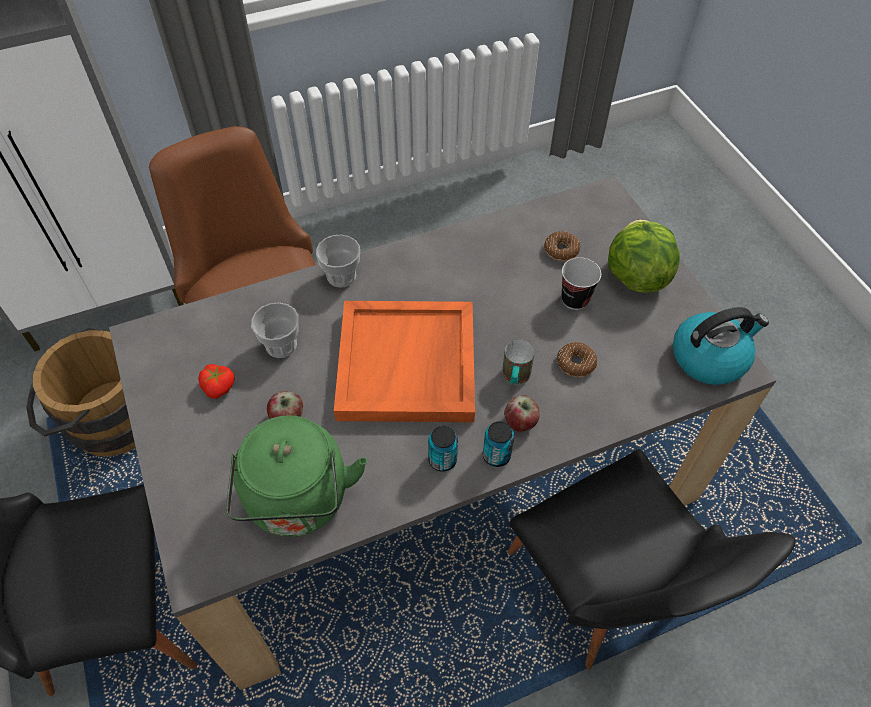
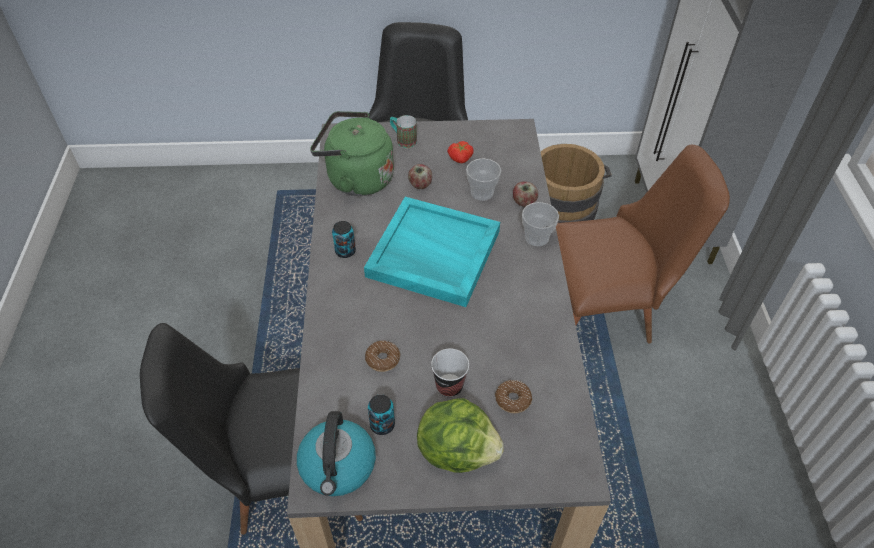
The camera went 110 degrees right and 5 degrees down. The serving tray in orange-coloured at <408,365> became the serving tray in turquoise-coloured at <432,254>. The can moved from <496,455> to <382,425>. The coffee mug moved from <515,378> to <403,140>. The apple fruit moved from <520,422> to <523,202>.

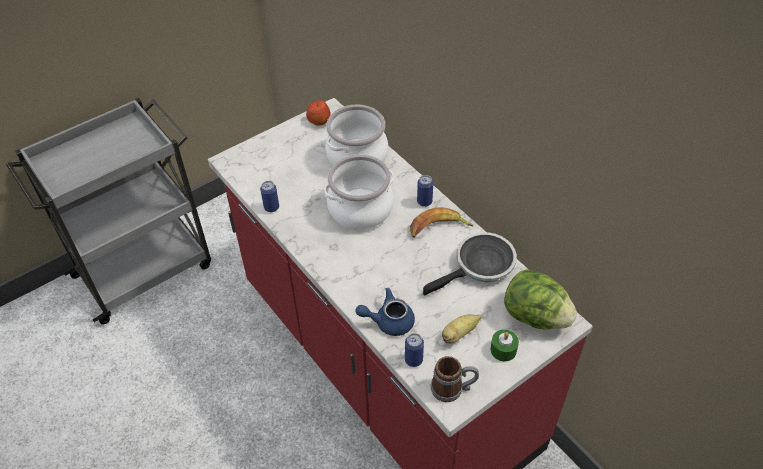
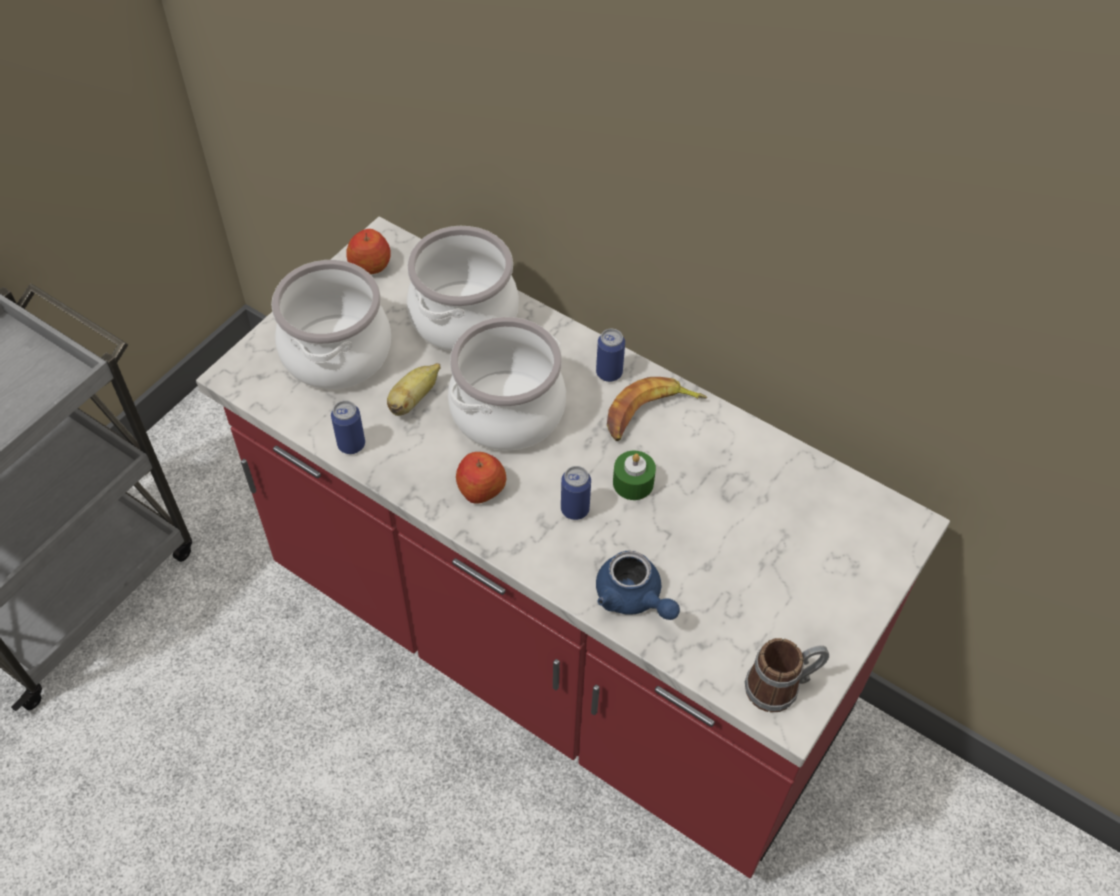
The camera went 20 degrees left and 5 degrees up. The teapot in blue at <388,321> turned 105 degrees counterclockwise. The can moved from <413,360> to <575,509>. The pan at <480,266> disappeared. The banana moved from <459,334> to <413,399>. The wax candle in green moved from <503,350> to <633,483>. The head of lettuce at <535,316> disappeared. The stockpot at <335,352> appeared. The apple fruit at <481,488> appeared.

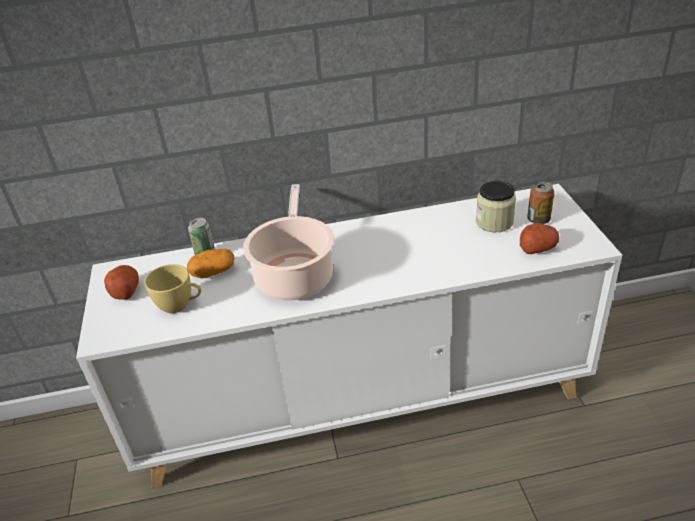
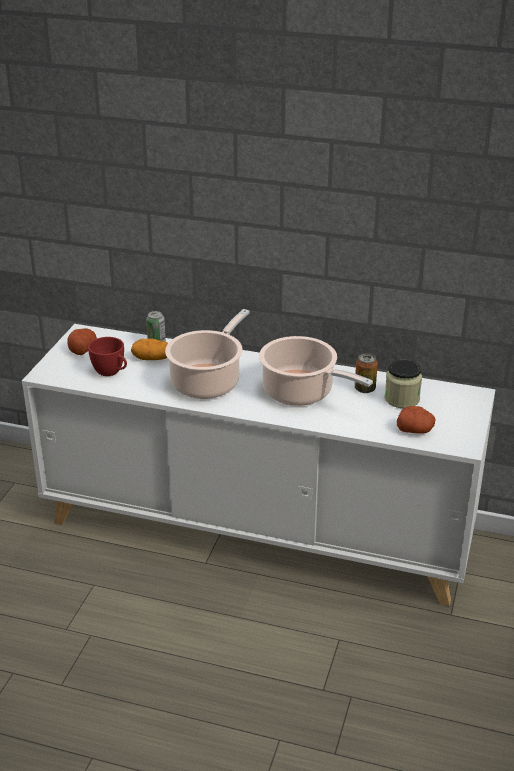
The camera went 25 degrees right and 5 degrees down. The cup in yellow at <180,305> became the cup in red at <111,372>. The can moved from <538,220> to <365,389>. The stockpot at <301,392> appeared.

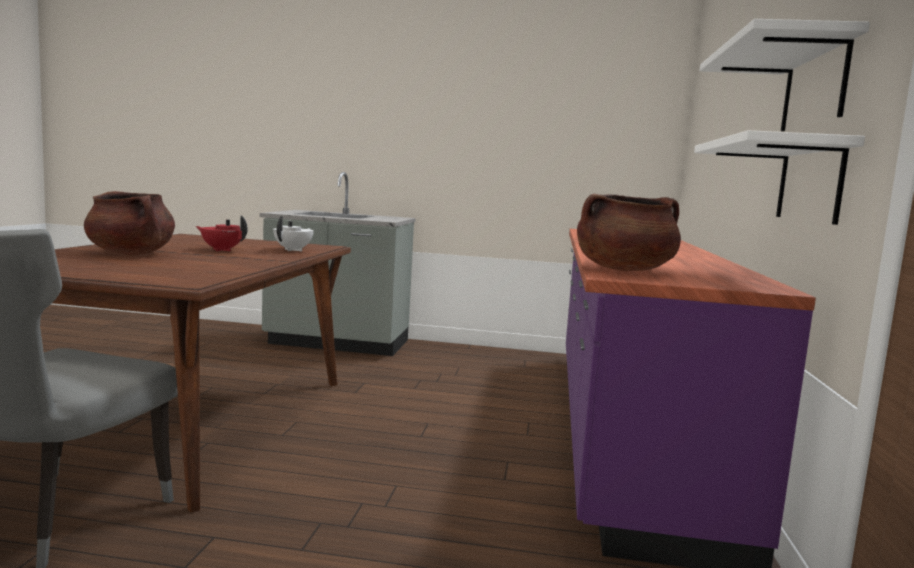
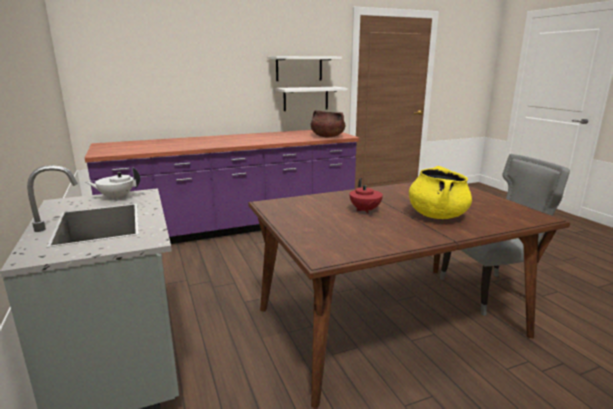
The camera went 120 degrees left and 10 degrees up. The stockpot in brown-coloured at <131,253> became the stockpot in yellow at <437,215>. The teapot in white moved from <293,250> to <116,197>.

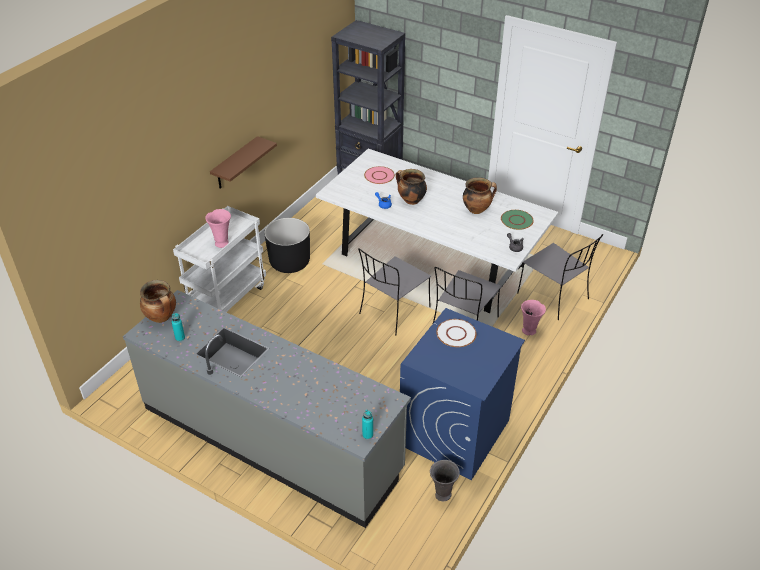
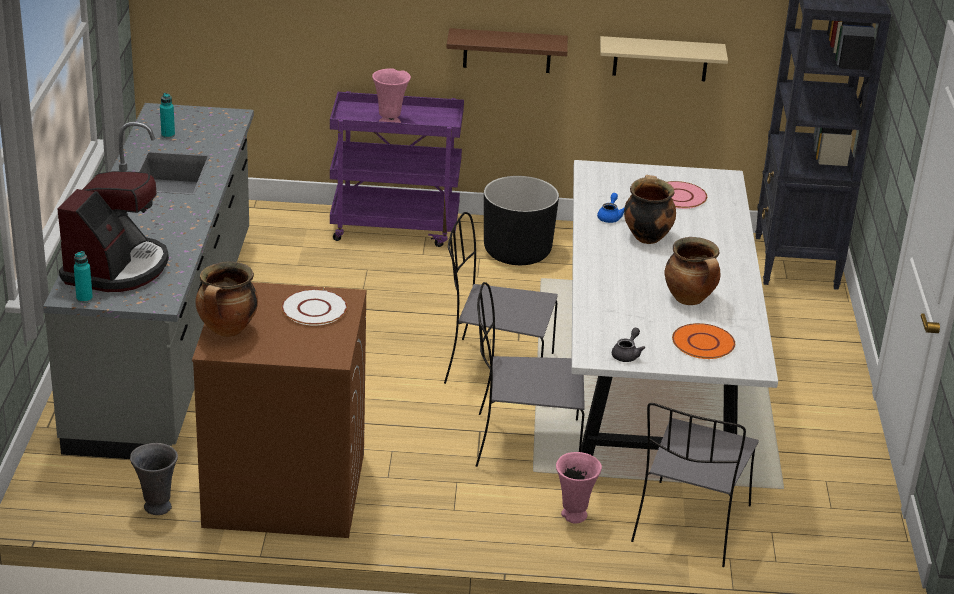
The camera went 60 degrees right and 10 degrees down. The stockpot moved from <162,317> to <227,330>. The cart in white at <227,298> became the cart in purplish at <396,227>. The laundry appliance in blue at <454,433> became the laundry appliance in brown-coloured at <283,489>. The flat dish in green at <516,220> became the flat dish in orange-coloured at <703,343>. The coffee machine at <116,268> appeared. The bracket shelf in beige at <660,59> appeared.

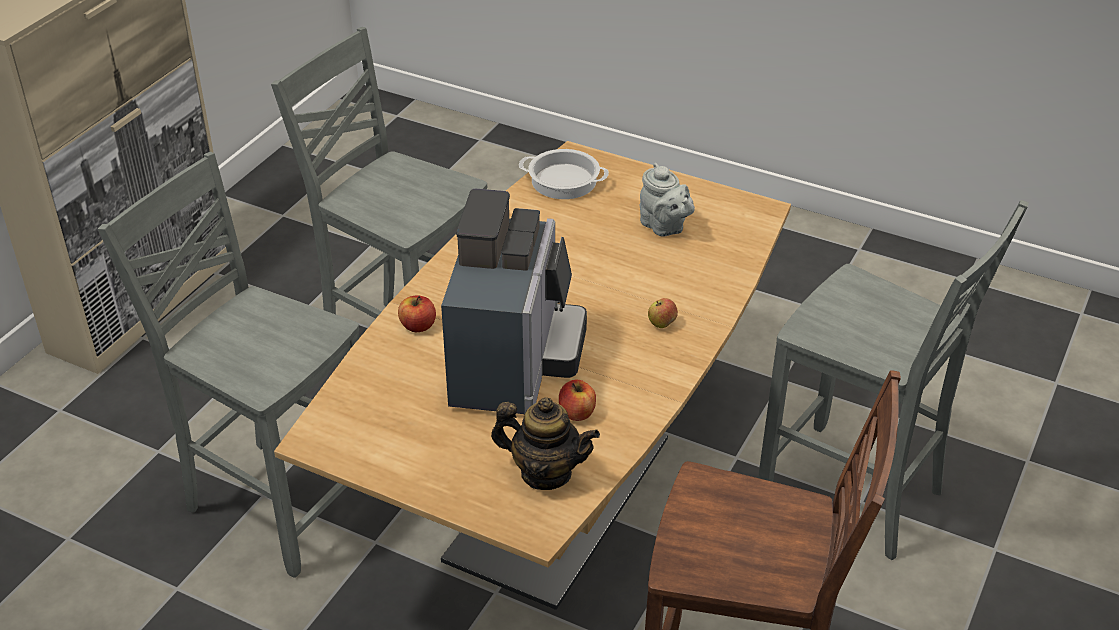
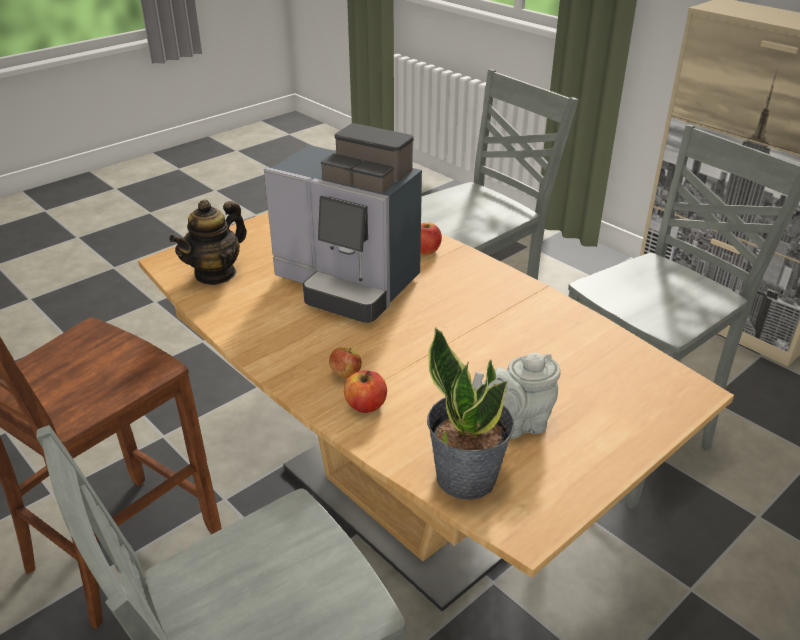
The camera went 110 degrees right and 5 degrees down. The stockpot at <564,180> disappeared. The apple fruit moved from <577,413> to <366,405>. The plant in a pot at <466,476> appeared.

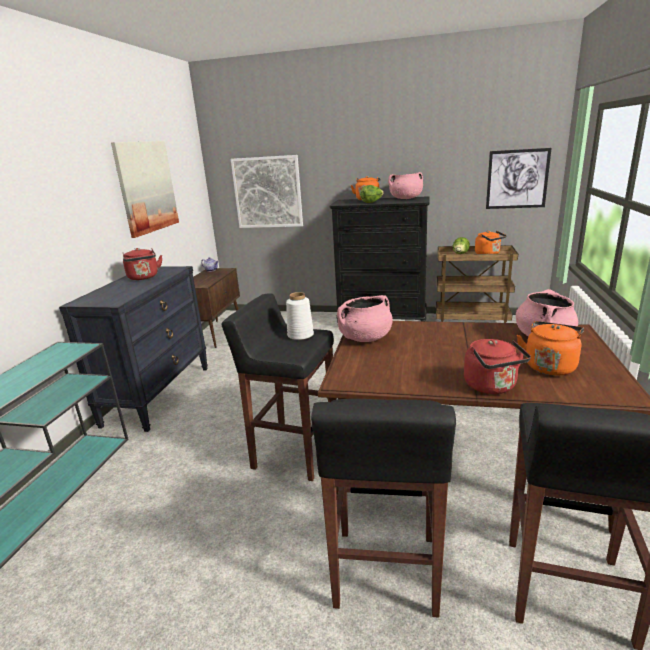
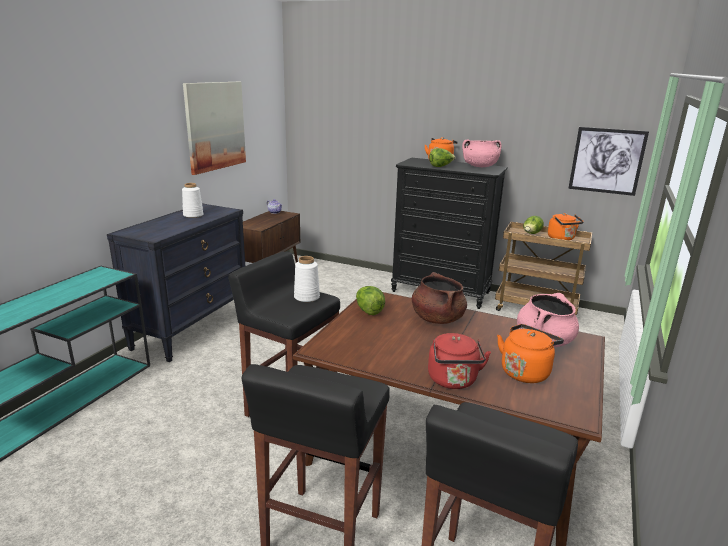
The camera went 10 degrees right and 0 degrees up. The water kettle in red at <144,277> was replaced by the vase in white at <193,215>. The picture at <267,192> disappeared. The stockpot in pink at <365,338> was replaced by the head of lettuce at <368,311>. The stockpot in brown-coloured at <437,318> appeared.

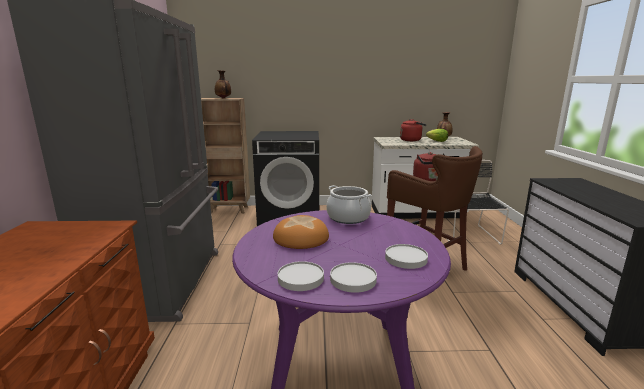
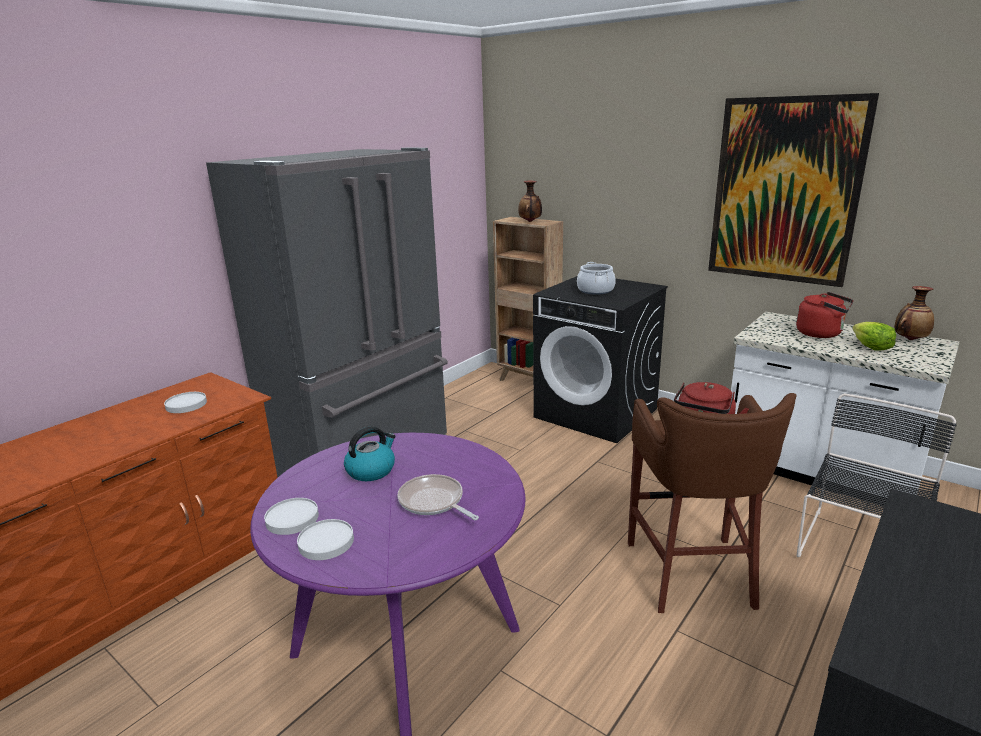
The camera went 40 degrees right and 5 degrees up. The baked bread at <300,238> was replaced by the water kettle at <371,470>. The stockpot moved from <348,217> to <595,290>. The flat dish in white moved from <406,258> to <186,405>. The pan at <433,502> appeared. The picture at <784,191> appeared.

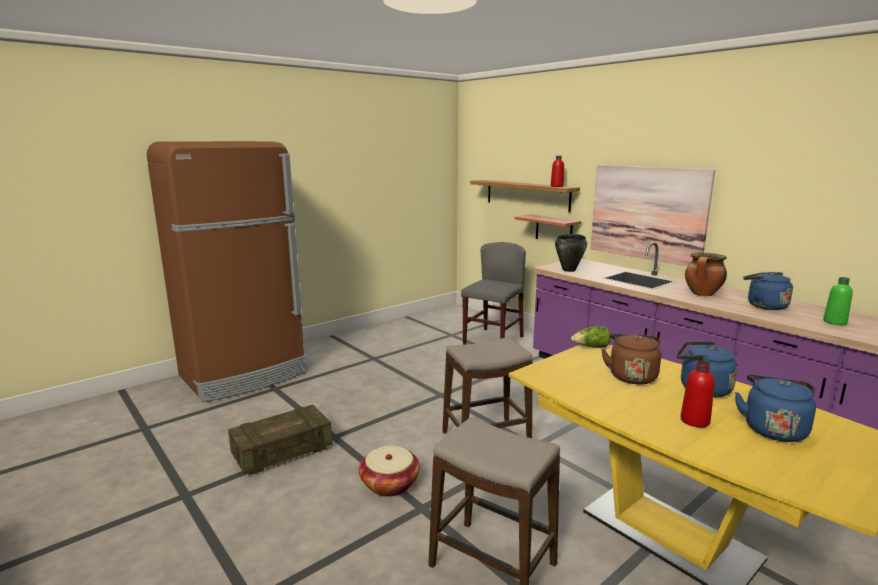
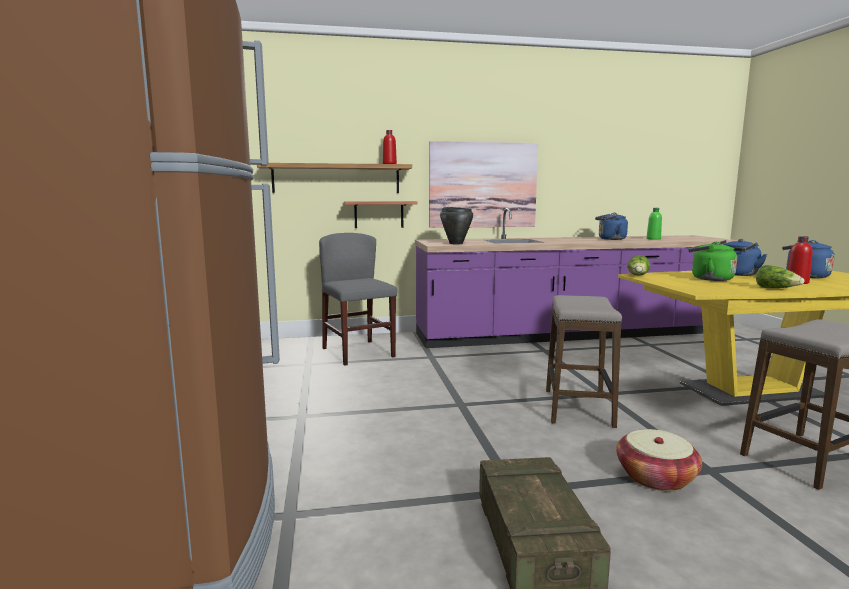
The camera went 60 degrees left and 5 degrees down. The water kettle in brown-coloured at <631,376> became the water kettle in green at <708,279>. The stockpot at <702,294> disappeared. The head of lettuce at <776,289> appeared.

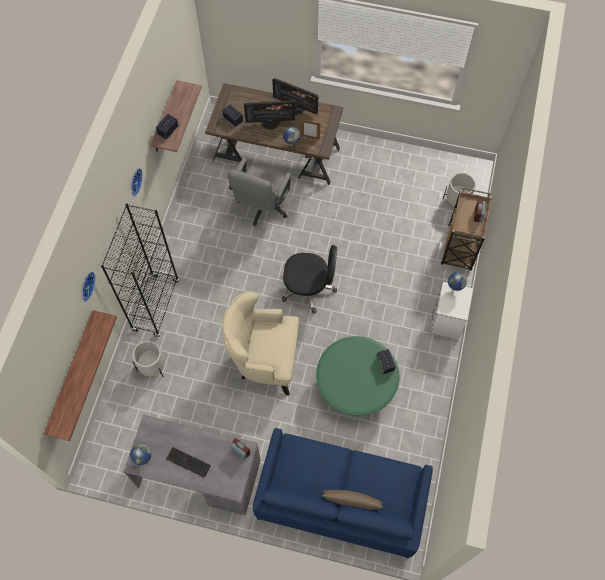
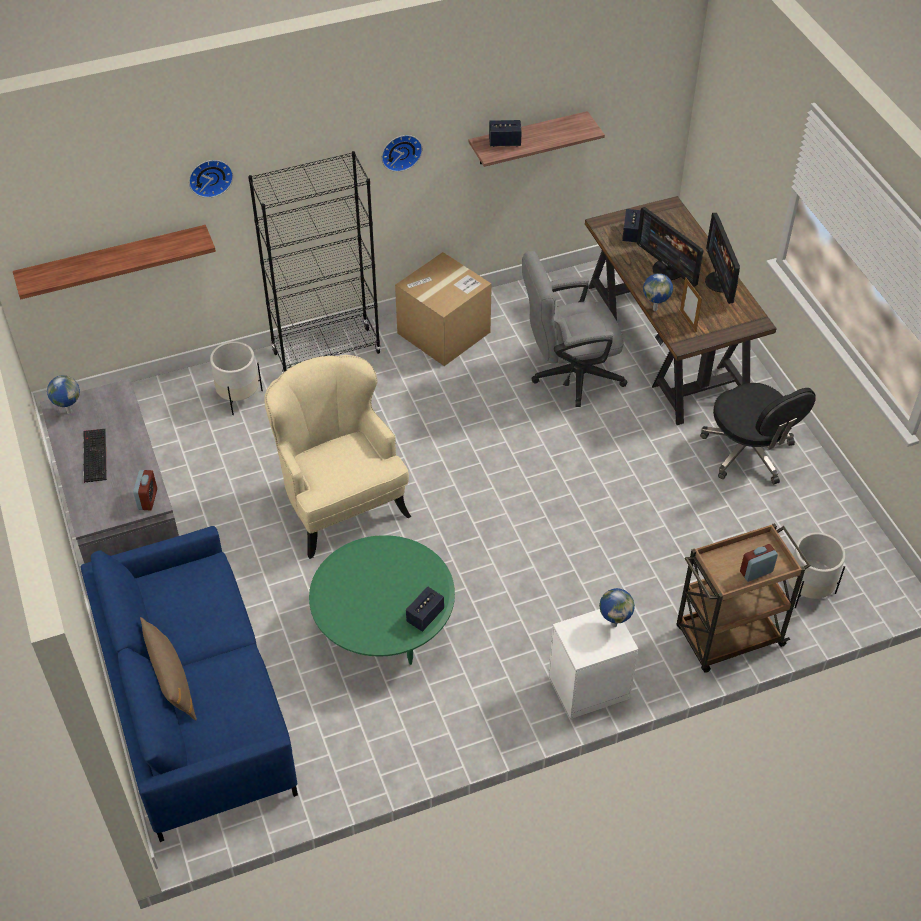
The camera went 55 degrees right and 15 degrees down. The desk chair in black moved from <309,288> to <749,452>. The cardboard box at <443,332> appeared.

